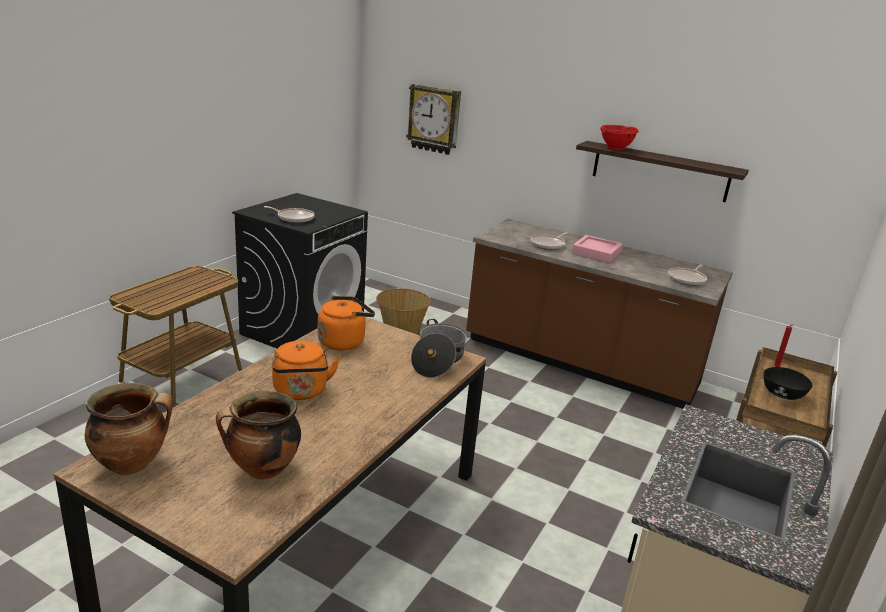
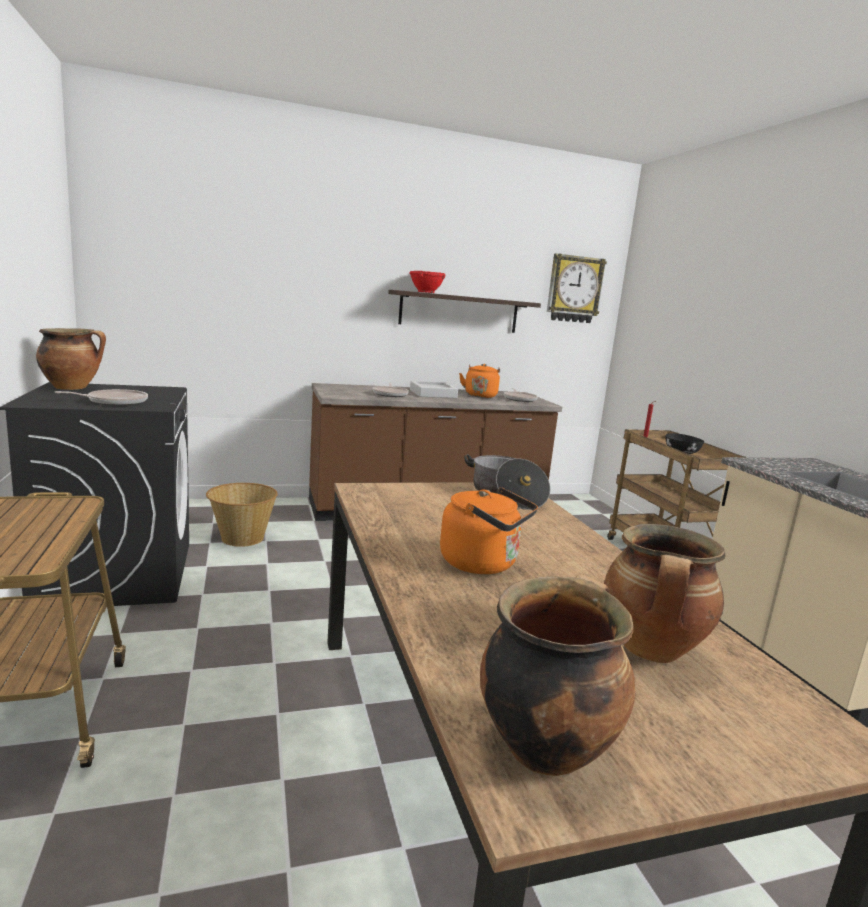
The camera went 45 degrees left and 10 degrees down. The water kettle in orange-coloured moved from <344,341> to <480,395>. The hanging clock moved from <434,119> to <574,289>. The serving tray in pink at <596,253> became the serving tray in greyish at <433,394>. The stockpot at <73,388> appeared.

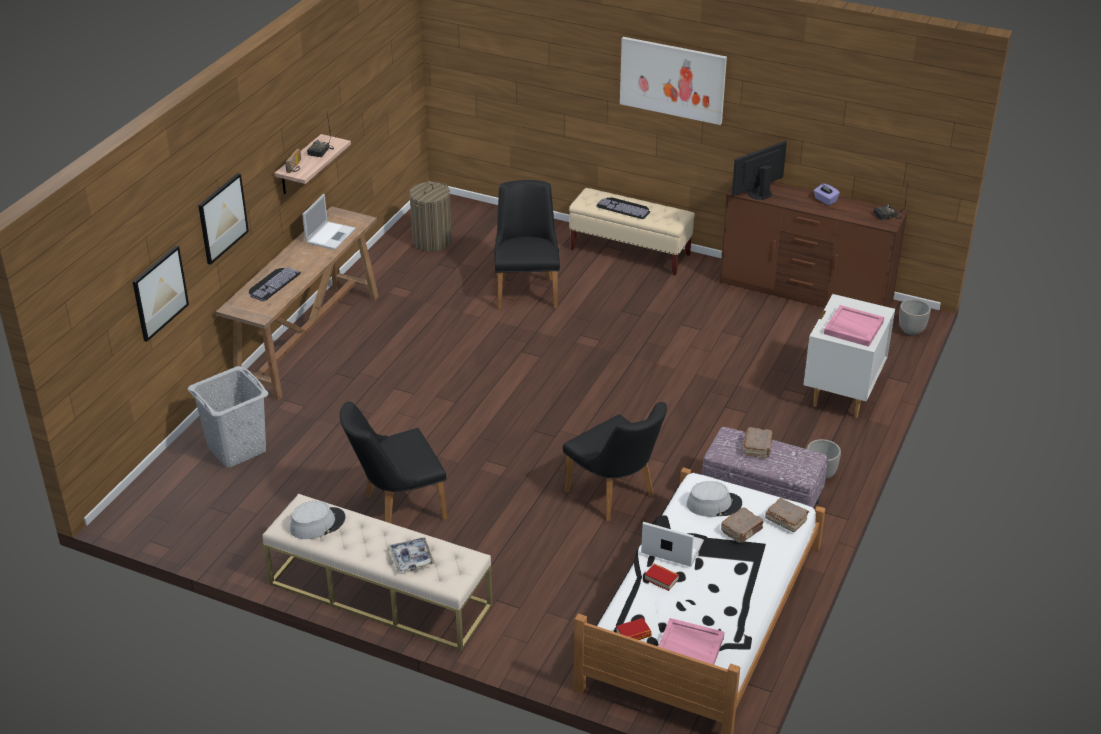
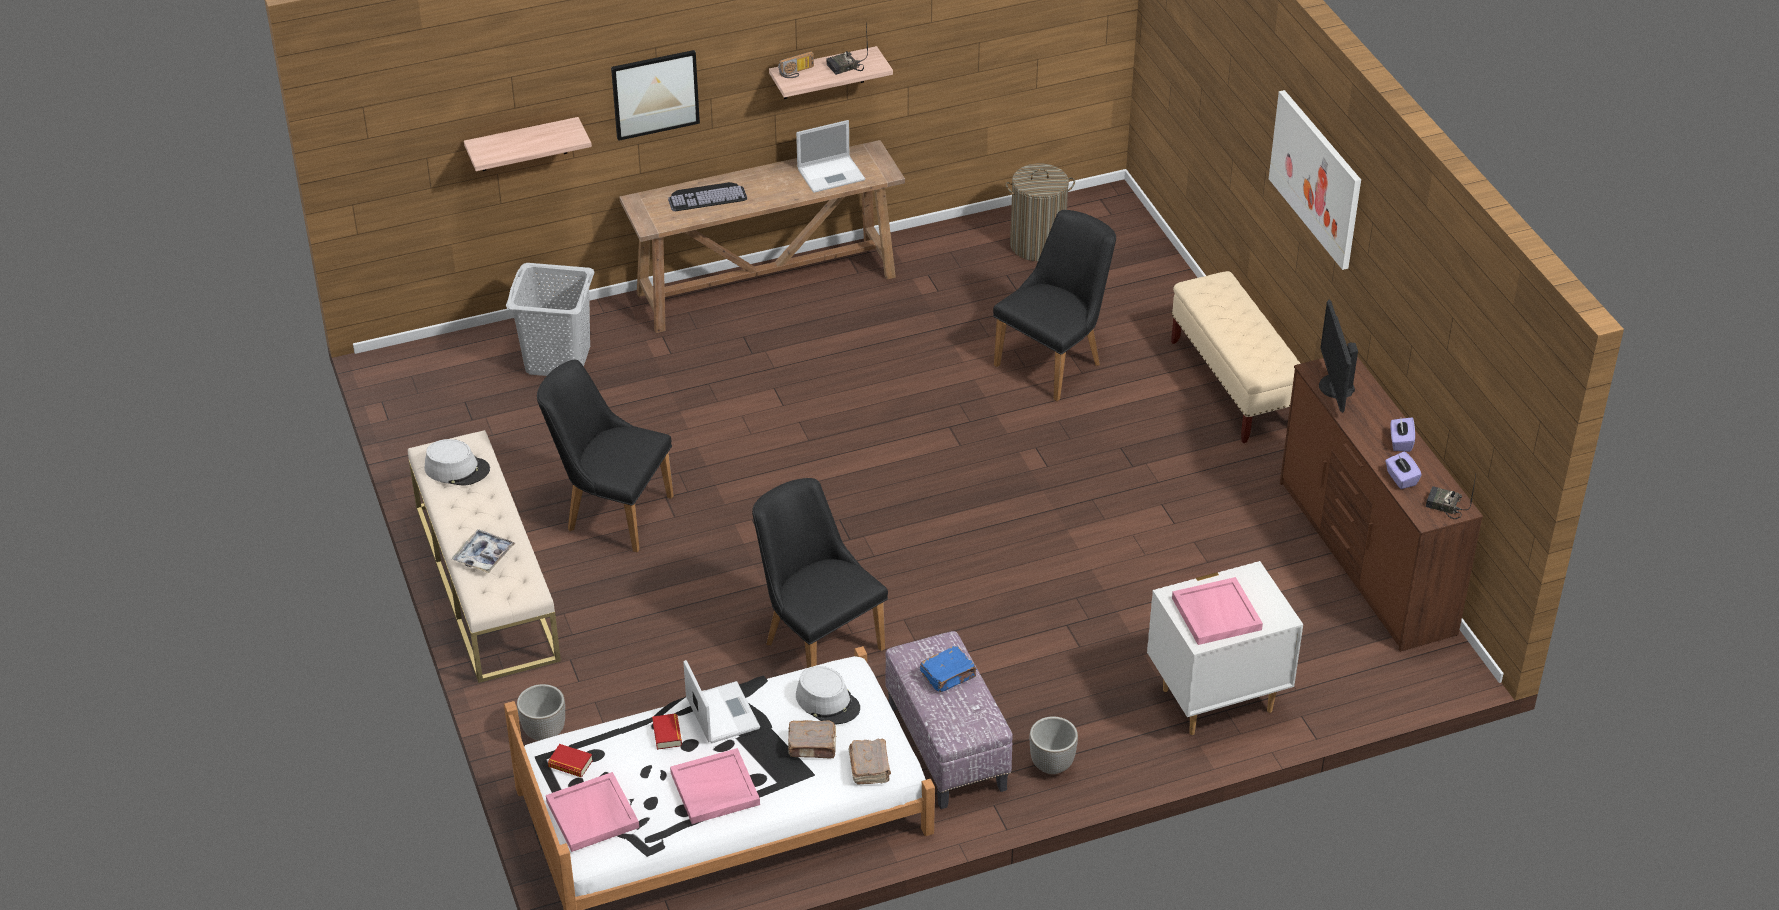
The camera went 45 degrees right and 5 degrees up. The picture at <160,293> was replaced by the bracket shelf at <523,145>. The upright chair in black at <616,496> turned 135 degrees clockwise. The computer keyboard at <625,207> disappeared. The computer display at <759,193> turned 105 degrees counterclockwise. The volume in brown-coloured at <757,448> became the volume in blue at <948,676>. The plant pot moved from <911,331> to <545,732>. The serving tray in pink at <714,789> appeared. The box of tissues in purplish at <1401,479> appeared.

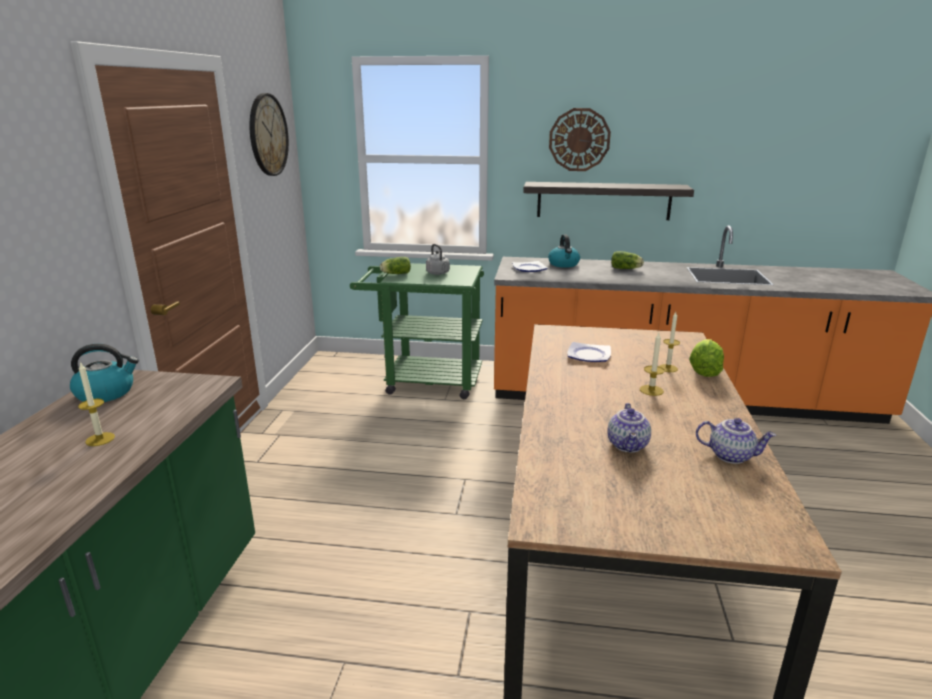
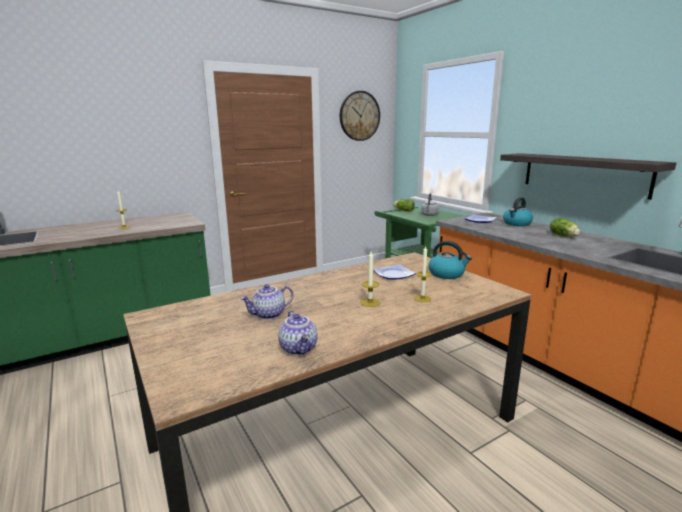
The camera went 50 degrees right and 5 degrees down. The water kettle moved from <106,393> to <447,274>. The hanging clock at <579,140> disappeared. The head of lettuce at <704,371> disappeared.

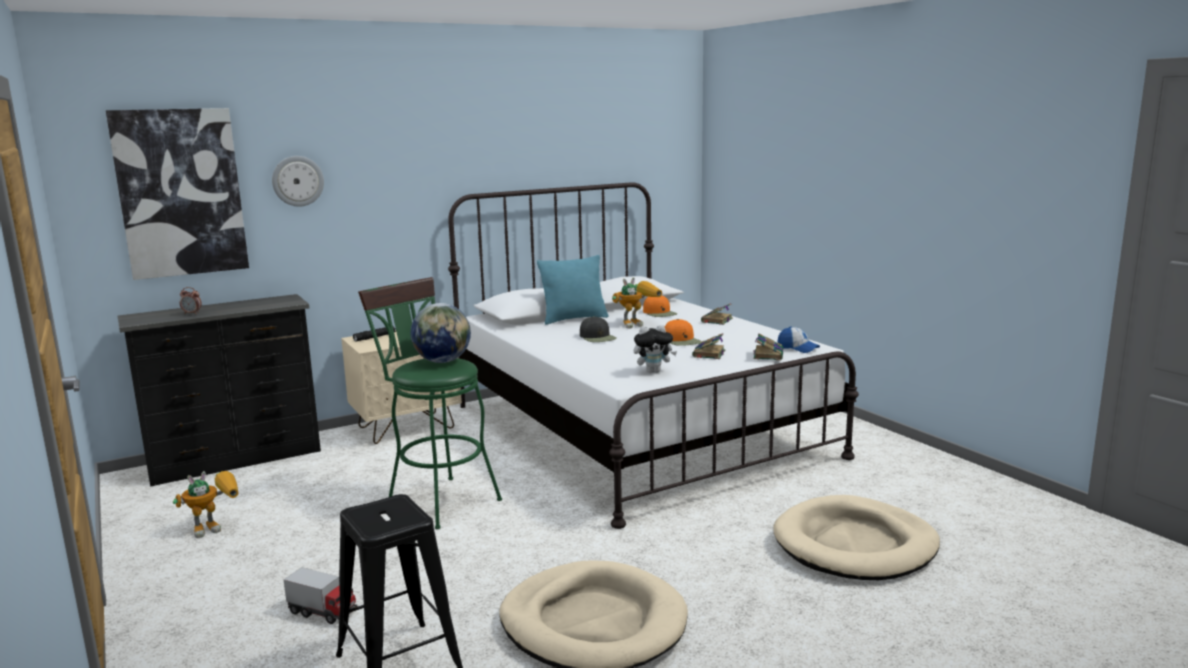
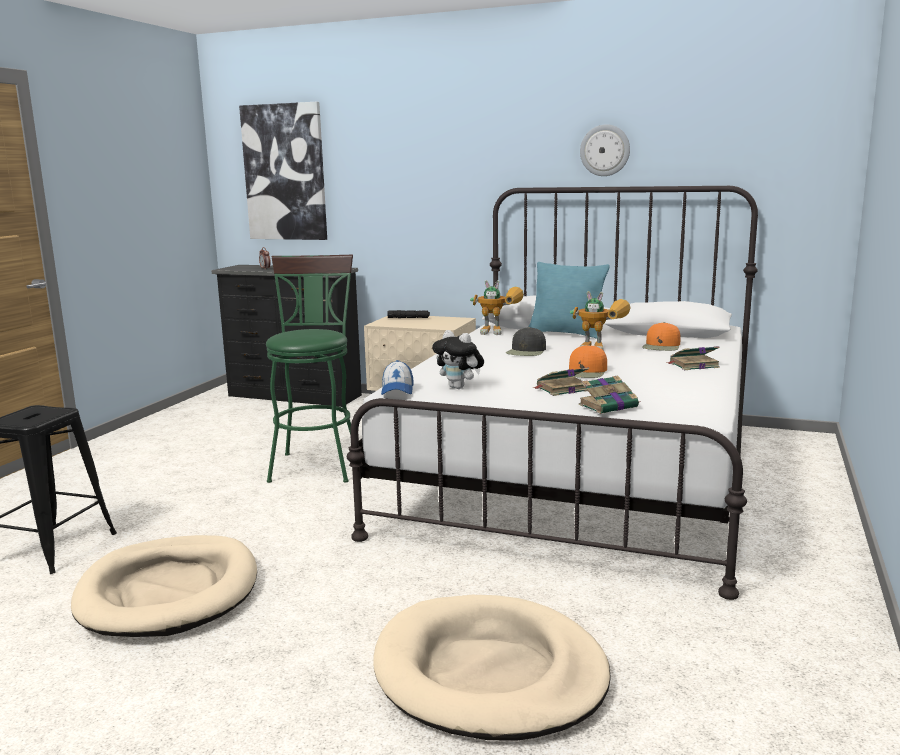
The camera went 50 degrees right and 0 degrees up. The model robot moved from <216,527> to <500,332>. The hanging clock moved from <297,181> to <605,150>. The model truck at <322,612> disappeared. The desk globe at <443,361> disappeared. The baseball cap moved from <797,348> to <397,390>.

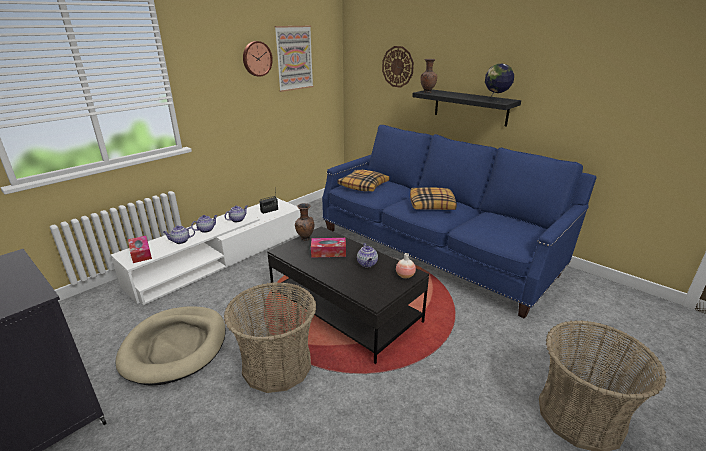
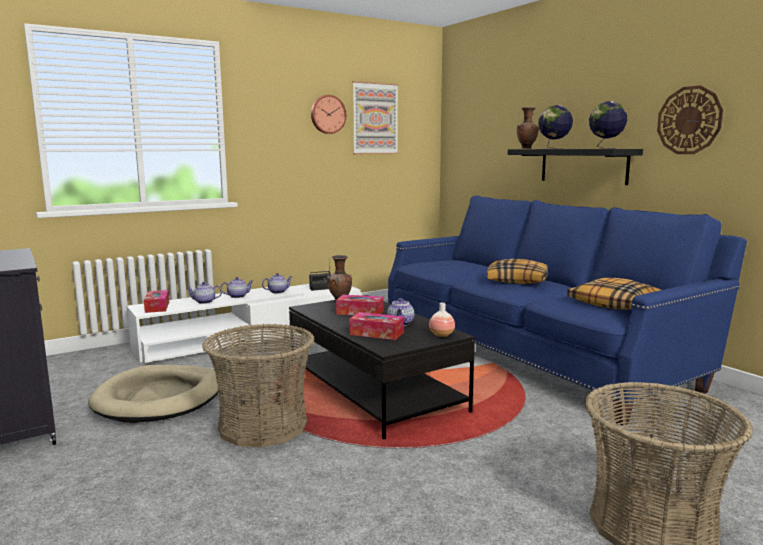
The camera went 15 degrees right and 15 degrees down. The throw pillow moved from <363,186> to <614,304>. The hanging clock moved from <397,66> to <689,120>. The box of tissues at <376,333> appeared. The desk globe at <554,148> appeared.

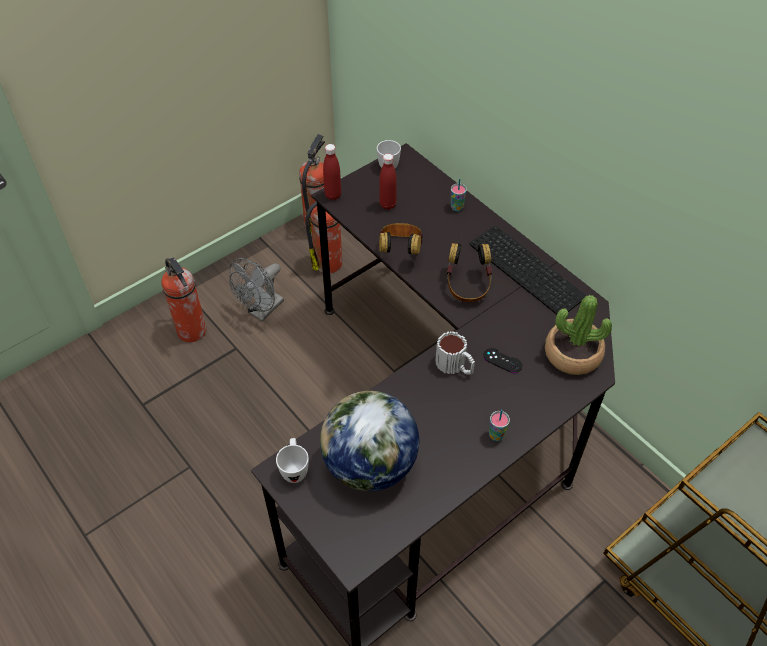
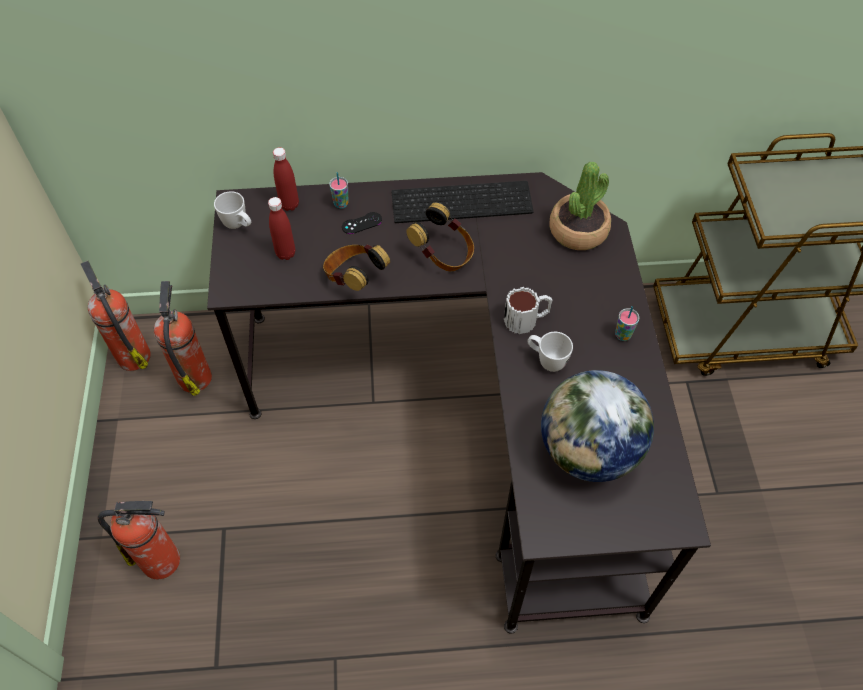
The camera went 55 degrees left and 5 degrees up. The fan in greyish at <262,311> disappeared. The coffee mug in white moved from <294,468> to <546,360>. The drink bottle in red moved from <333,195> to <289,205>. The gamepad in black moved from <502,360> to <362,223>.

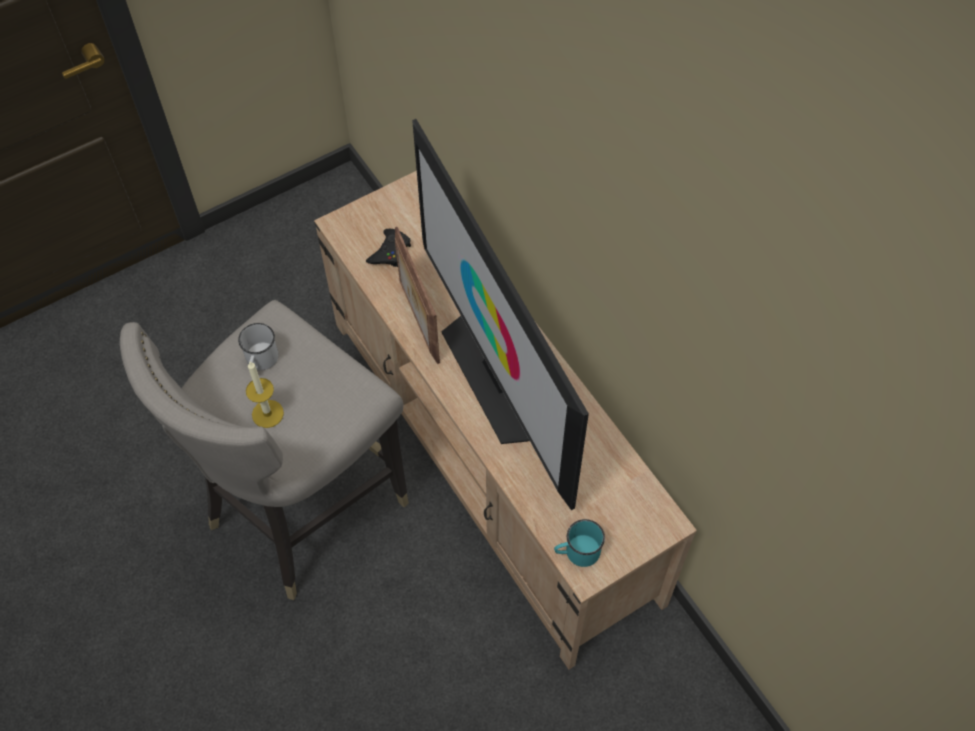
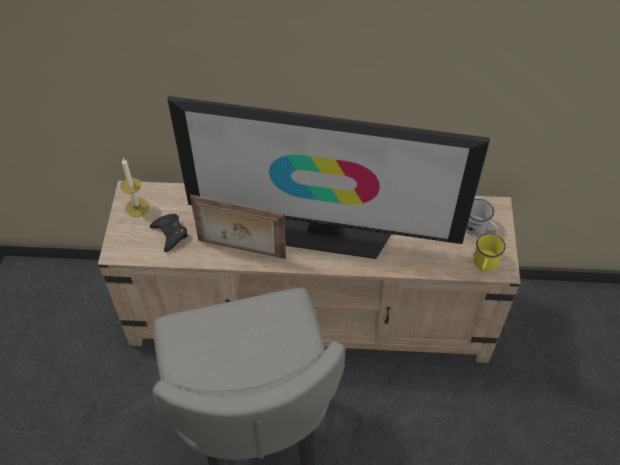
The camera went 55 degrees left and 5 degrees down. The coffee mug in white moved from <260,361> to <478,229>. The wax candle moved from <267,413> to <137,207>. The coffee mug in turquoise-coloured at <577,552> became the coffee mug in yellow at <484,264>.

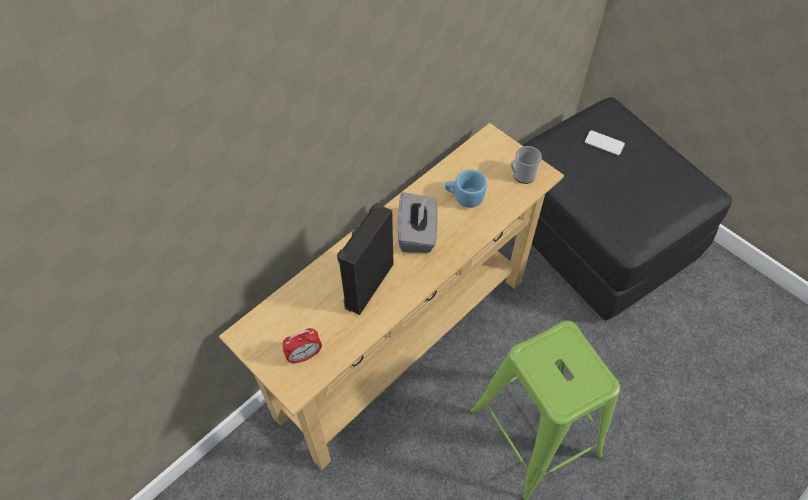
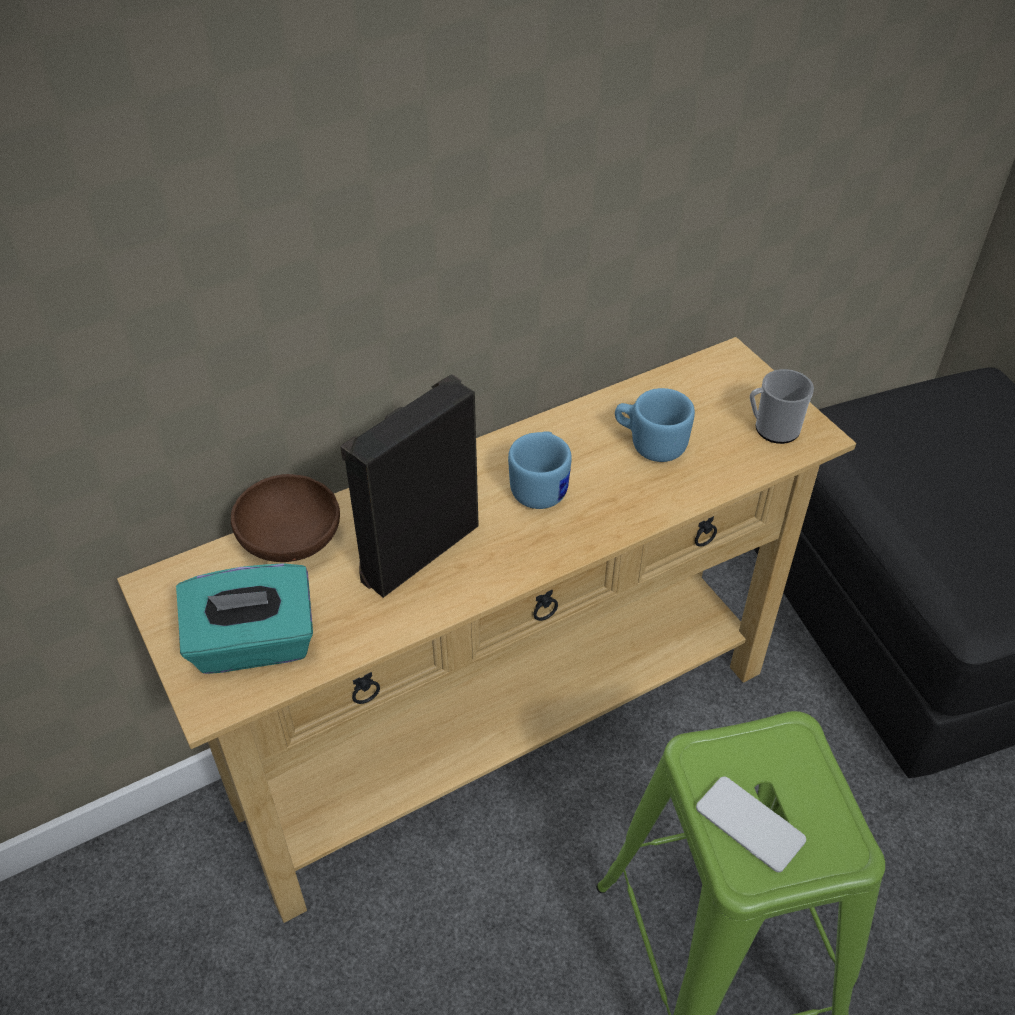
The camera went 15 degrees right and 10 degrees down. The bedside clock at <304,355> was replaced by the box of tissues in turquoise-coloured at <254,645>. The box of tissues in greyish at <417,234> was replaced by the coffee mug in blue at <541,486>. The handset moved from <604,143> to <750,824>. The deep dish in brown-coloured at <293,543> appeared.

